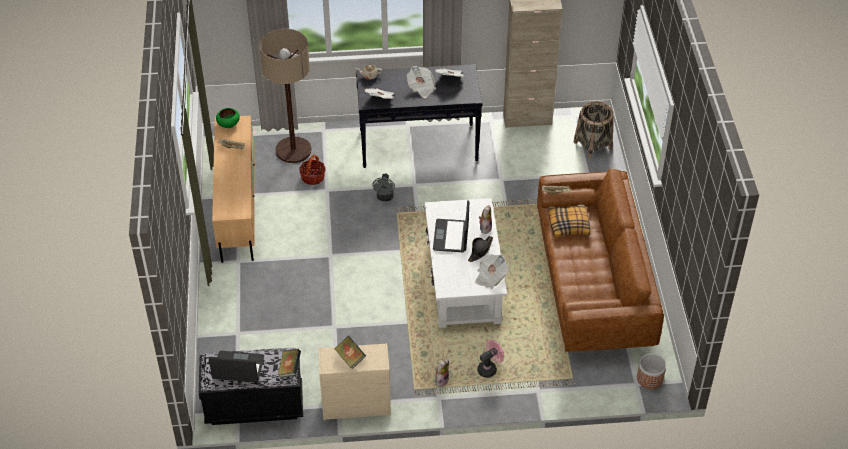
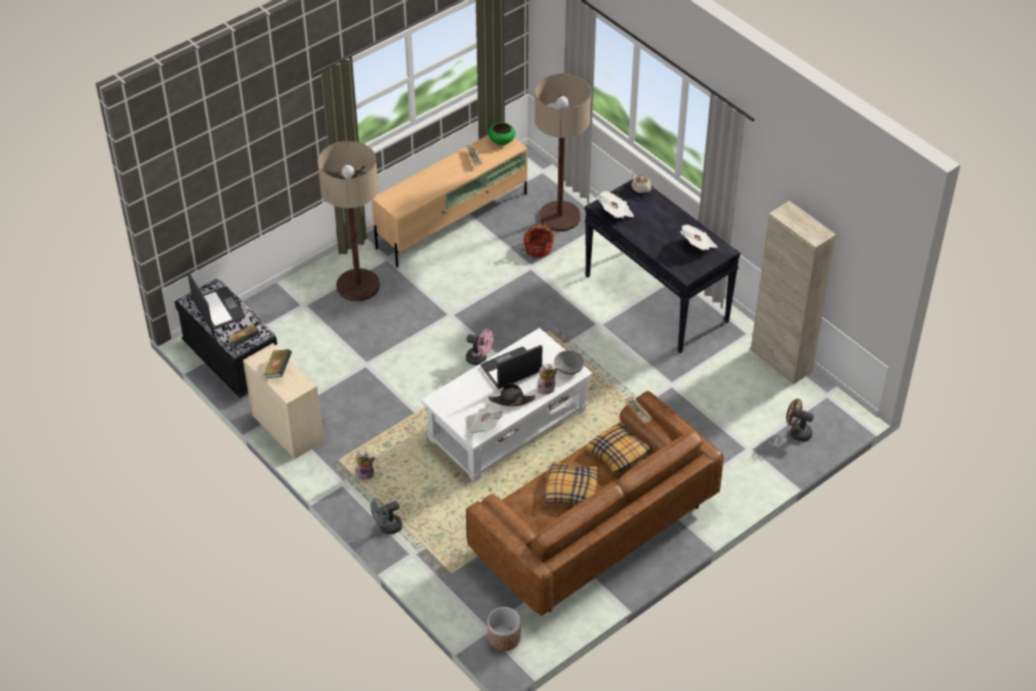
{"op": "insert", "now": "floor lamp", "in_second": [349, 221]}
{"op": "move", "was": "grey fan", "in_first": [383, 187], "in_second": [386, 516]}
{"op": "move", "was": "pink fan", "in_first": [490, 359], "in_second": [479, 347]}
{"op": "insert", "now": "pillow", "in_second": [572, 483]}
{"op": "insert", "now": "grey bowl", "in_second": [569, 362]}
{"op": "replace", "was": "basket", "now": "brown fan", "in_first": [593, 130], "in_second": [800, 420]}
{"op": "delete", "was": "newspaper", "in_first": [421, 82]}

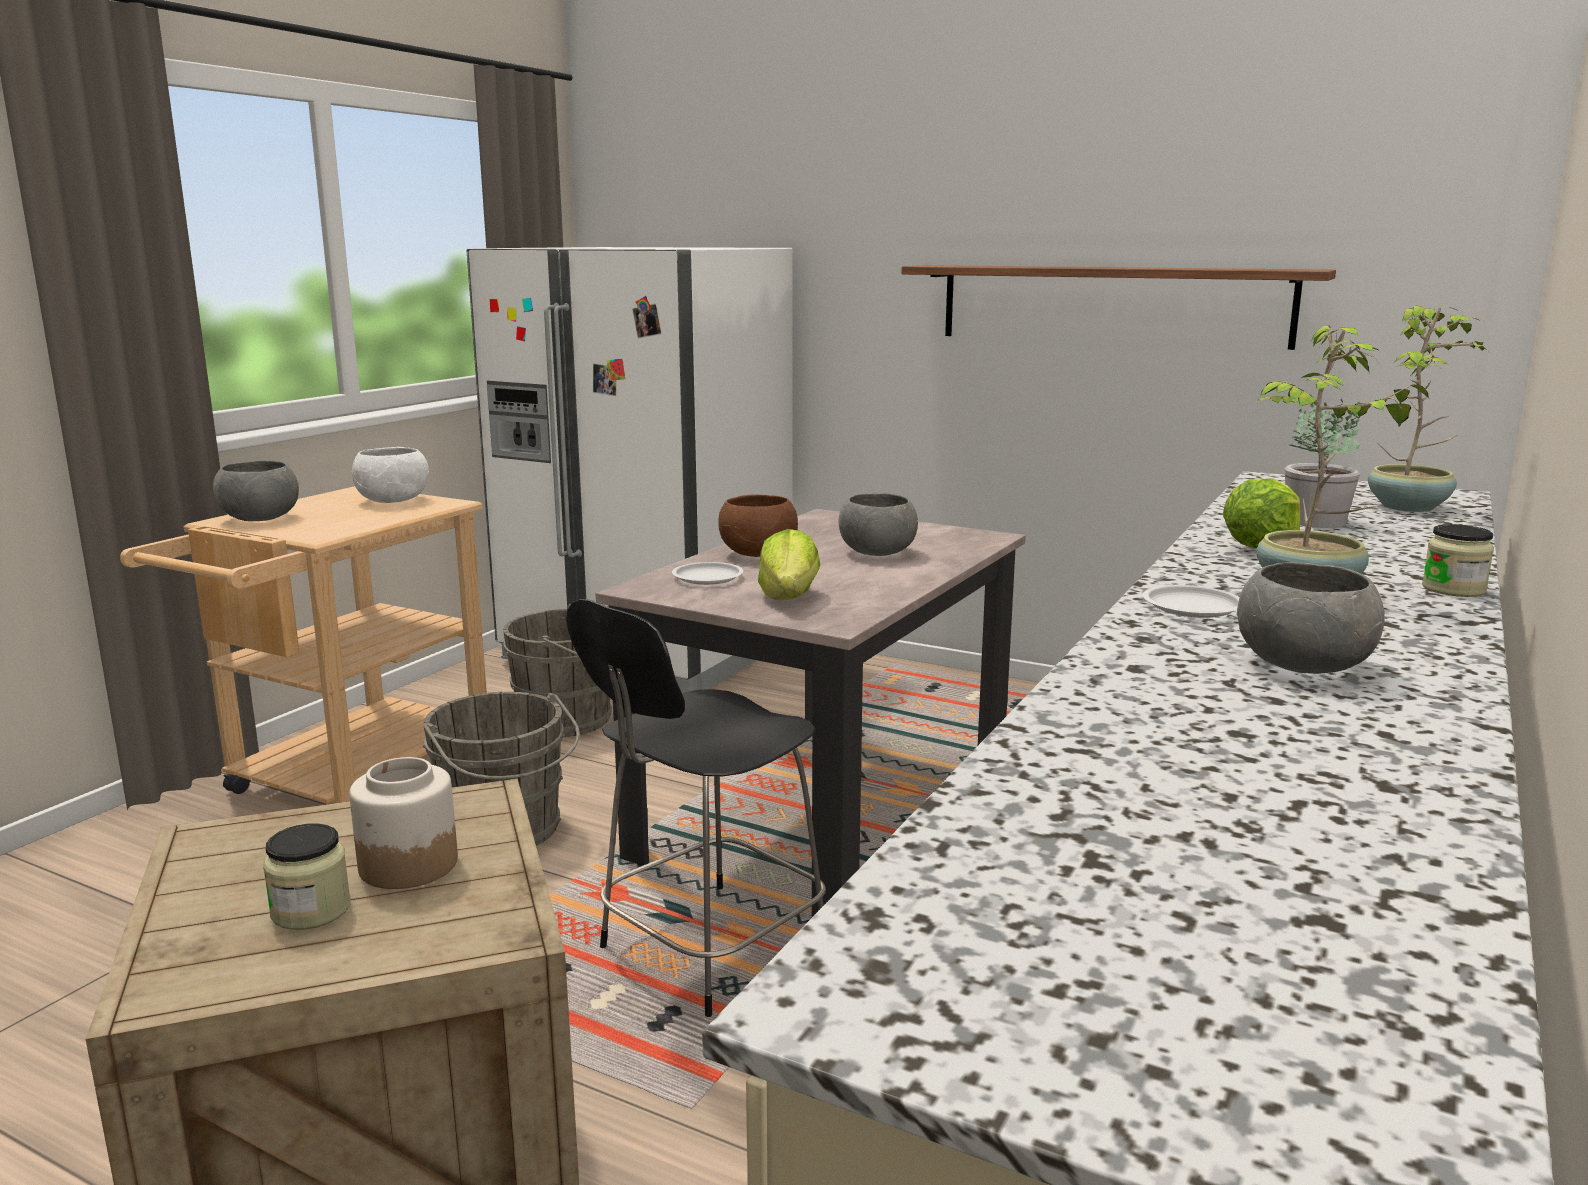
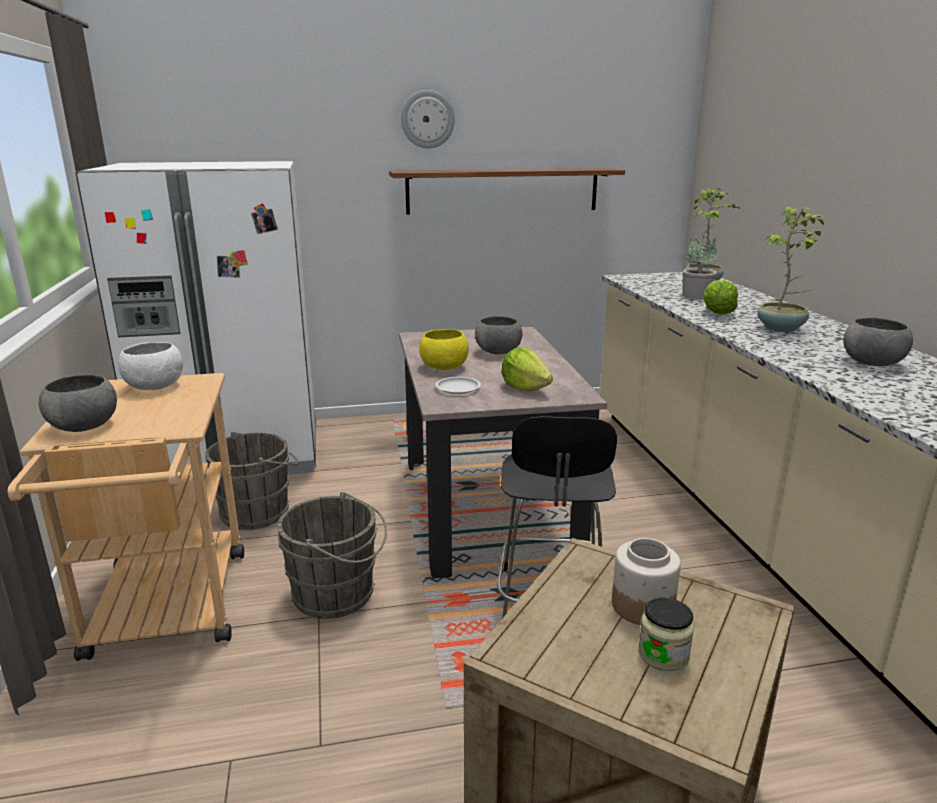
{"op": "insert", "now": "wall clock", "in_second": [428, 119]}
{"op": "recolor", "was": "brown bowl", "now": "yellow bowl", "in_first": [758, 526], "in_second": [444, 349]}
{"op": "delete", "was": "white plate", "in_first": [1191, 601]}
{"op": "delete", "was": "jar", "in_first": [1458, 560]}

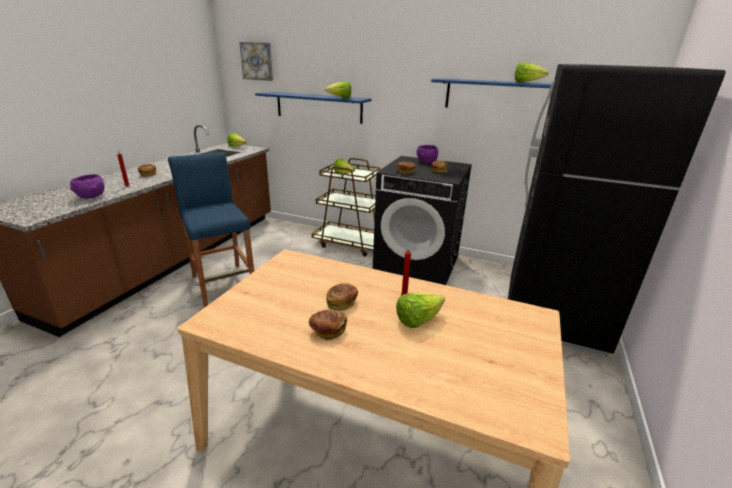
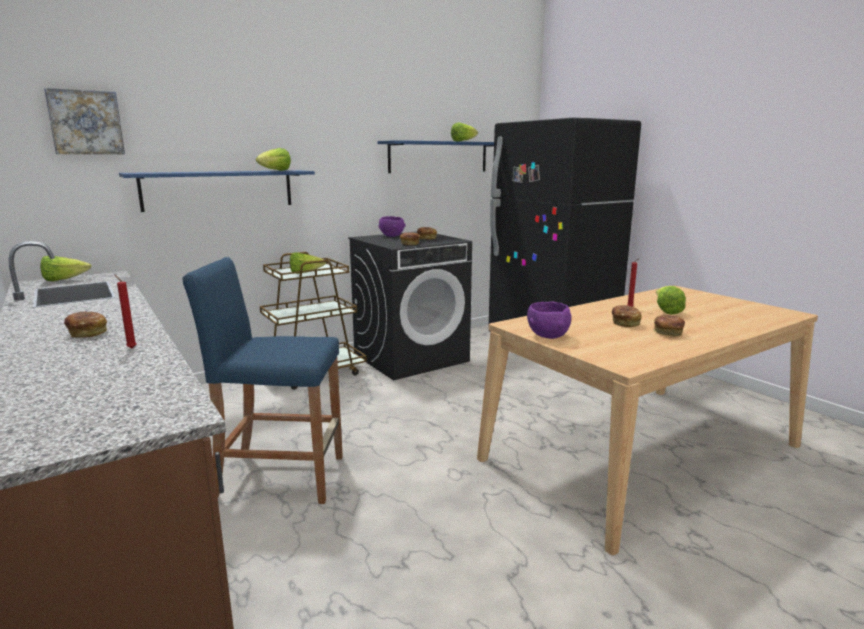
{"op": "move", "was": "purple bowl", "in_first": [87, 186], "in_second": [549, 320]}

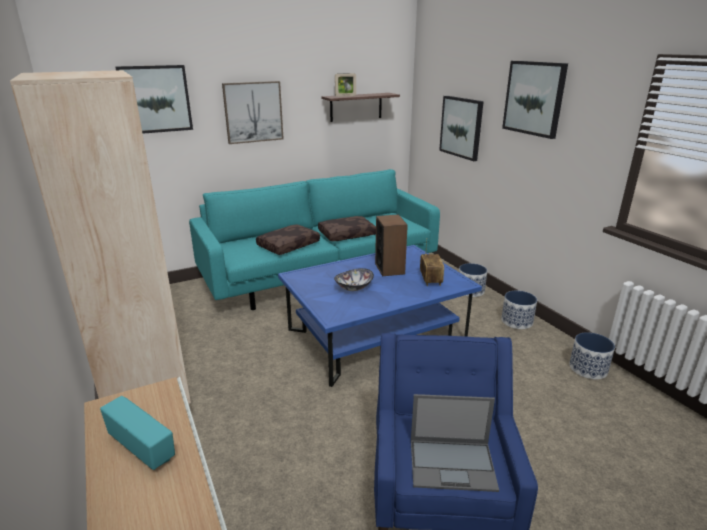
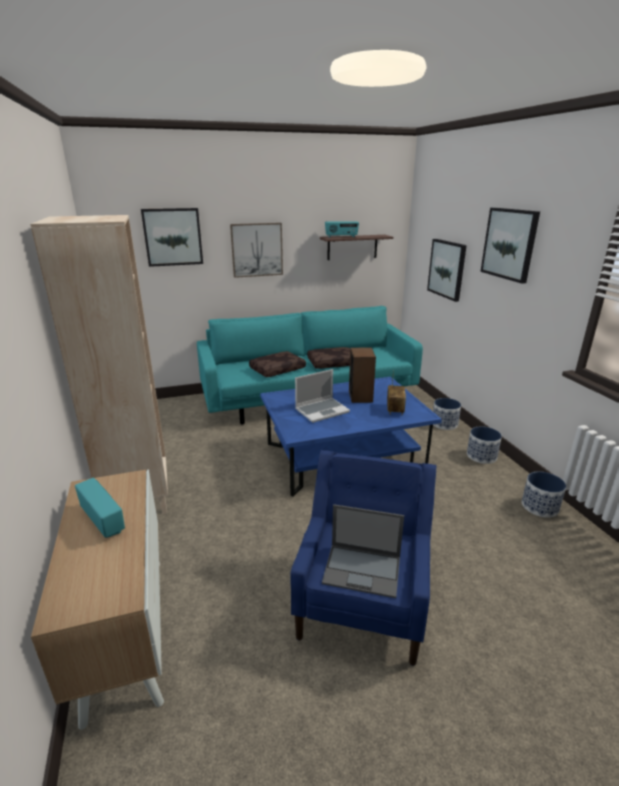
{"op": "replace", "was": "bowl", "now": "laptop", "in_first": [354, 279], "in_second": [322, 396]}
{"op": "replace", "was": "picture frame", "now": "radio", "in_first": [345, 85], "in_second": [342, 229]}

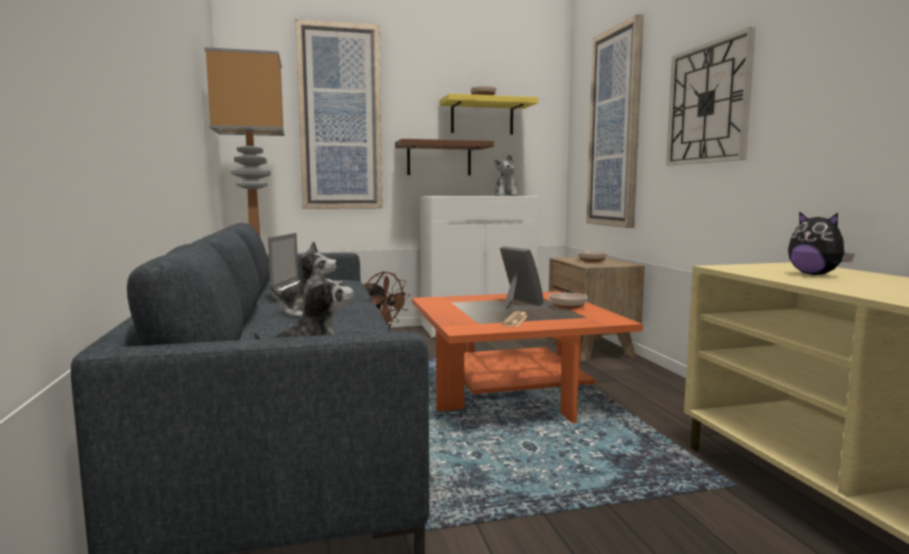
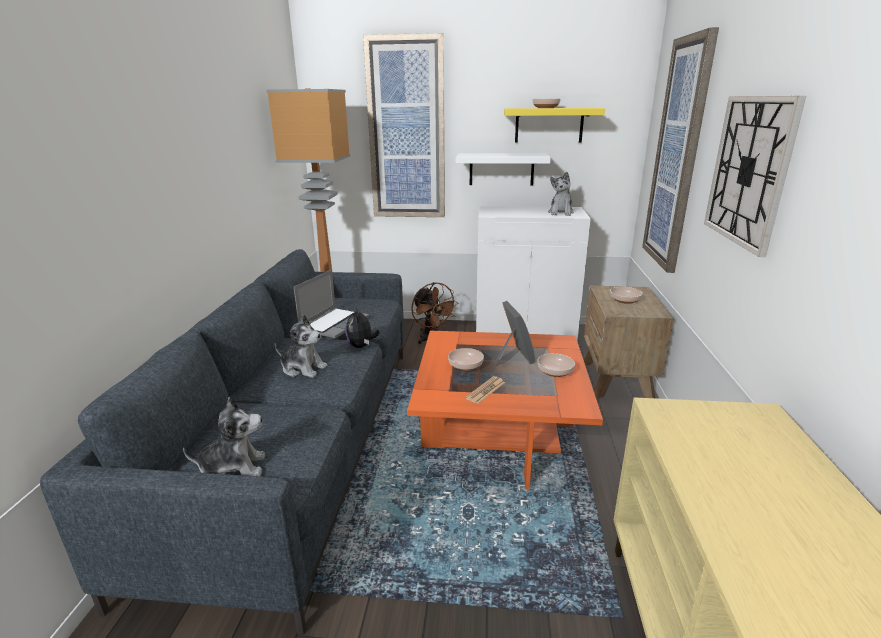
{"op": "move", "was": "plush toy", "in_first": [821, 243], "in_second": [362, 327]}
{"op": "insert", "now": "bowl", "in_second": [466, 359]}
{"op": "recolor", "was": "brown shelf", "now": "white shelf", "in_first": [444, 157], "in_second": [503, 169]}

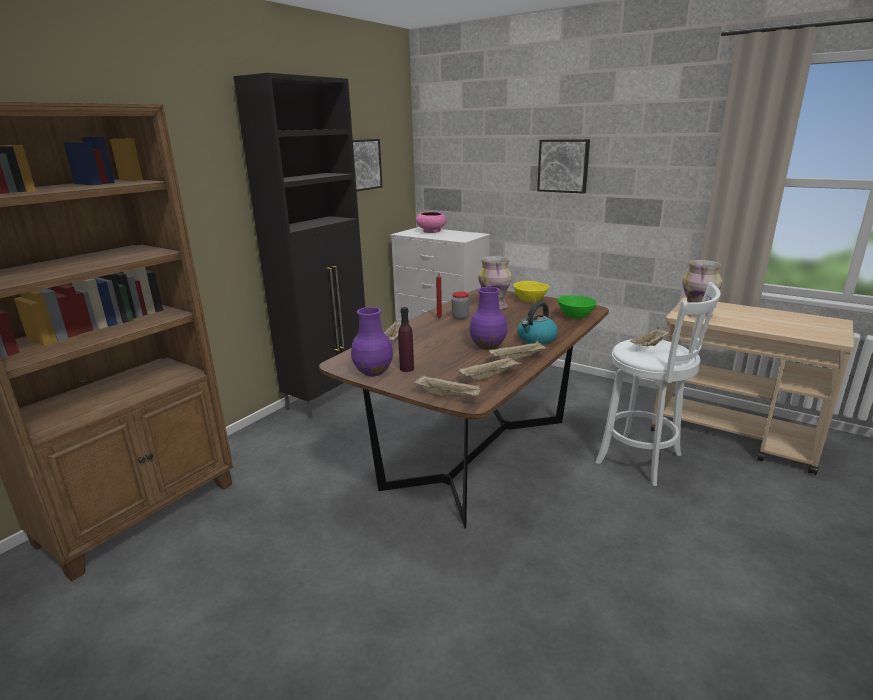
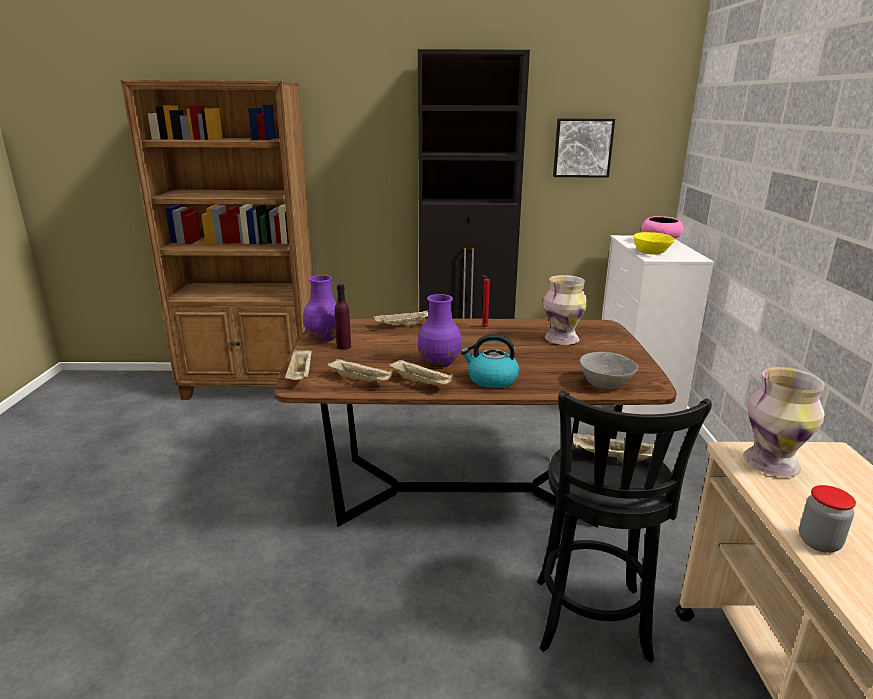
{"op": "recolor", "was": "white stool", "now": "black stool", "in_first": [658, 384], "in_second": [624, 526]}
{"op": "recolor", "was": "green bowl", "now": "grey bowl", "in_first": [577, 307], "in_second": [609, 370]}
{"op": "move", "was": "yellow bowl", "in_first": [531, 291], "in_second": [654, 243]}
{"op": "move", "was": "jar", "in_first": [460, 306], "in_second": [827, 519]}
{"op": "delete", "was": "picture", "in_first": [563, 166]}

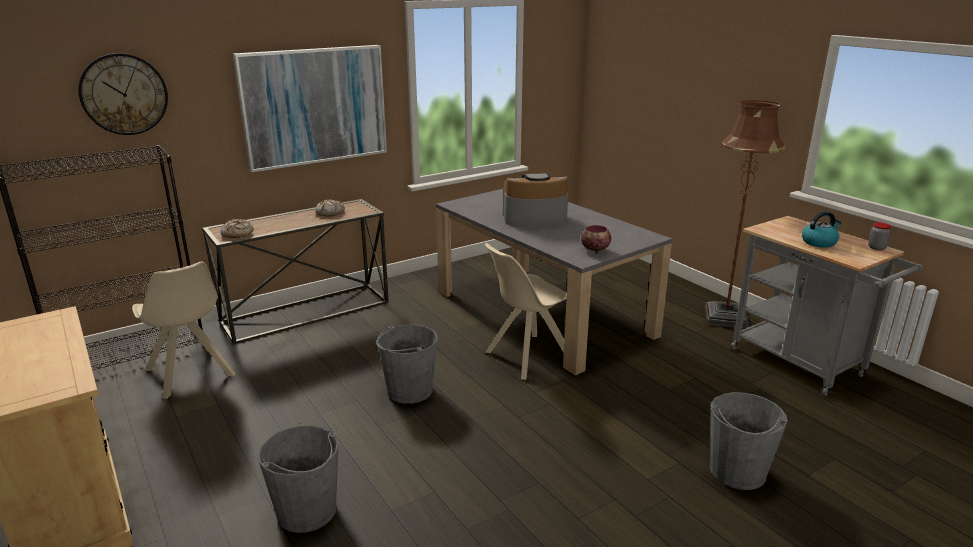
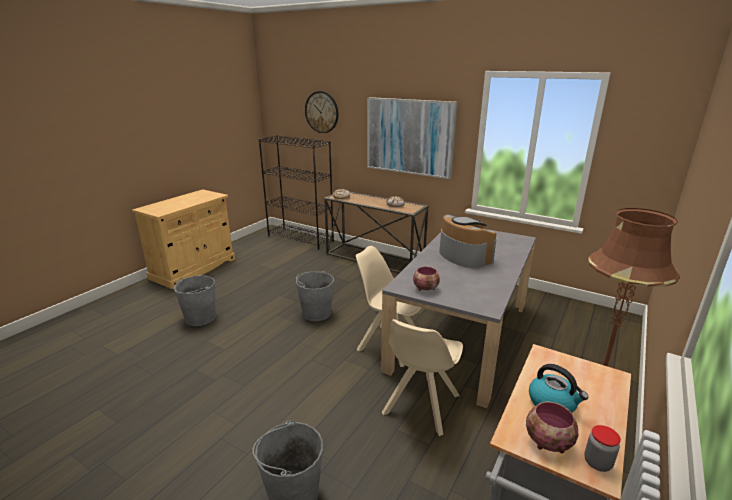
{"op": "move", "was": "beige chair", "in_first": [183, 330], "in_second": [422, 377]}
{"op": "insert", "now": "bowl", "in_second": [552, 427]}

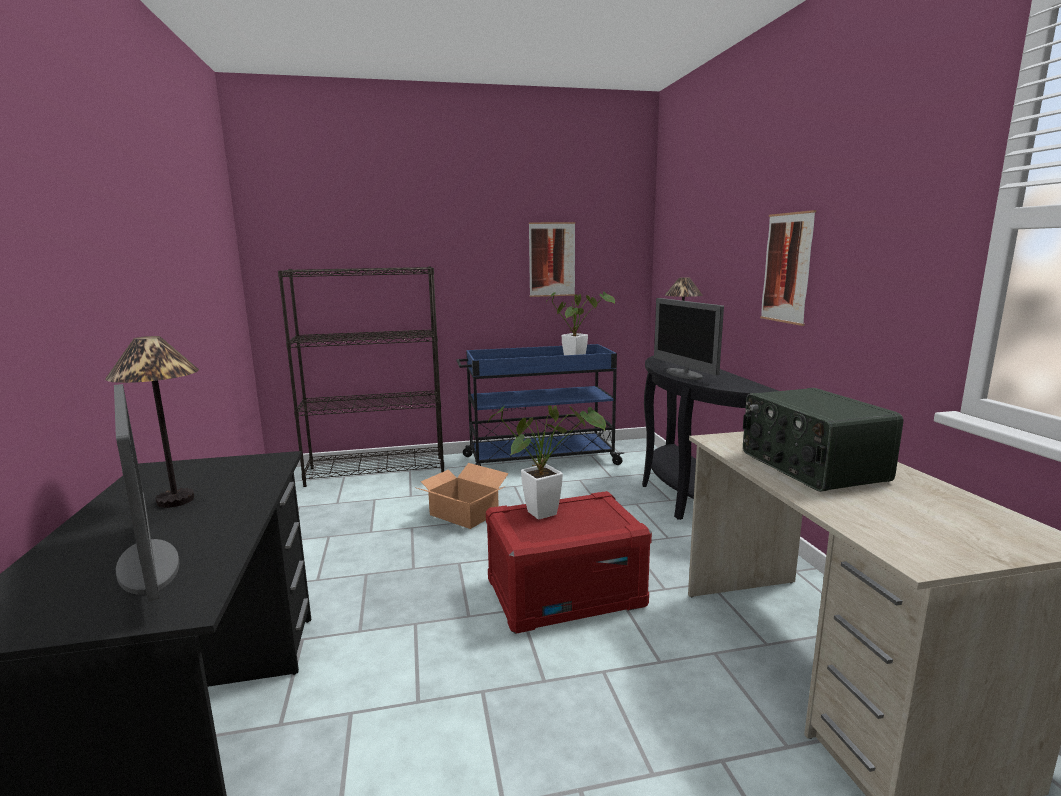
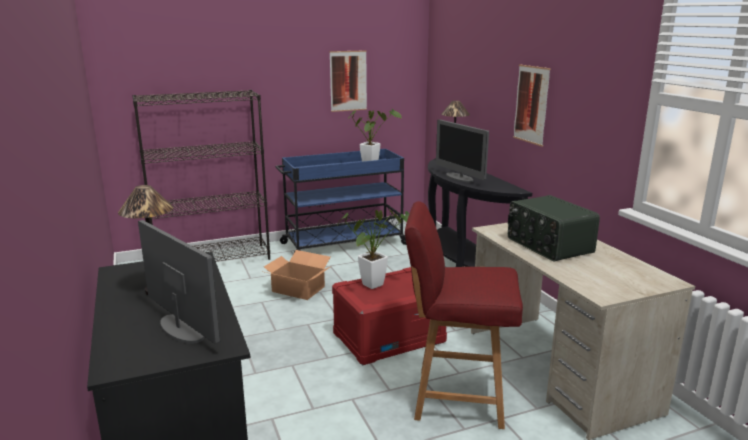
{"op": "insert", "now": "red chair", "in_second": [464, 315]}

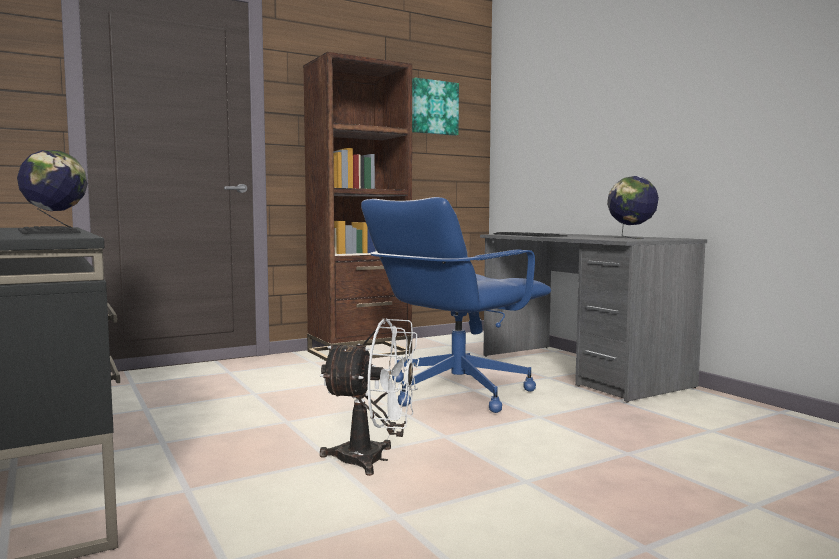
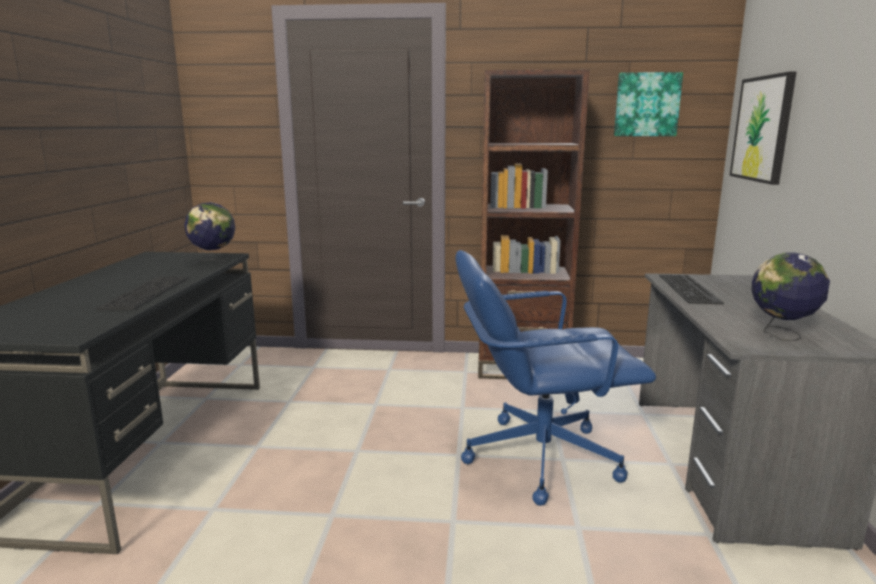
{"op": "insert", "now": "picture", "in_second": [763, 128]}
{"op": "delete", "was": "white fan", "in_first": [369, 397]}

